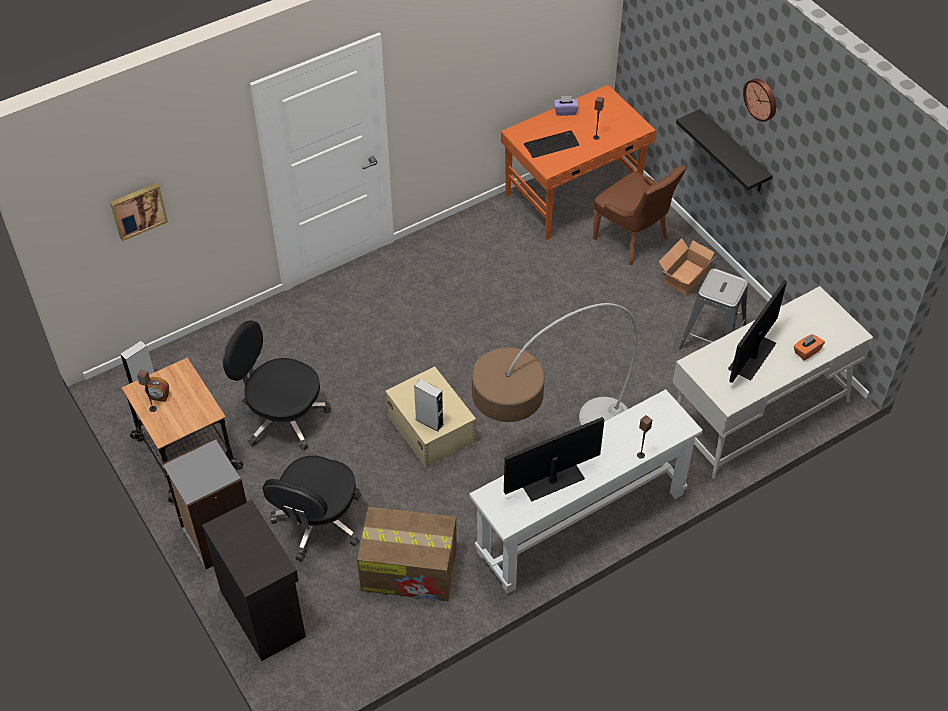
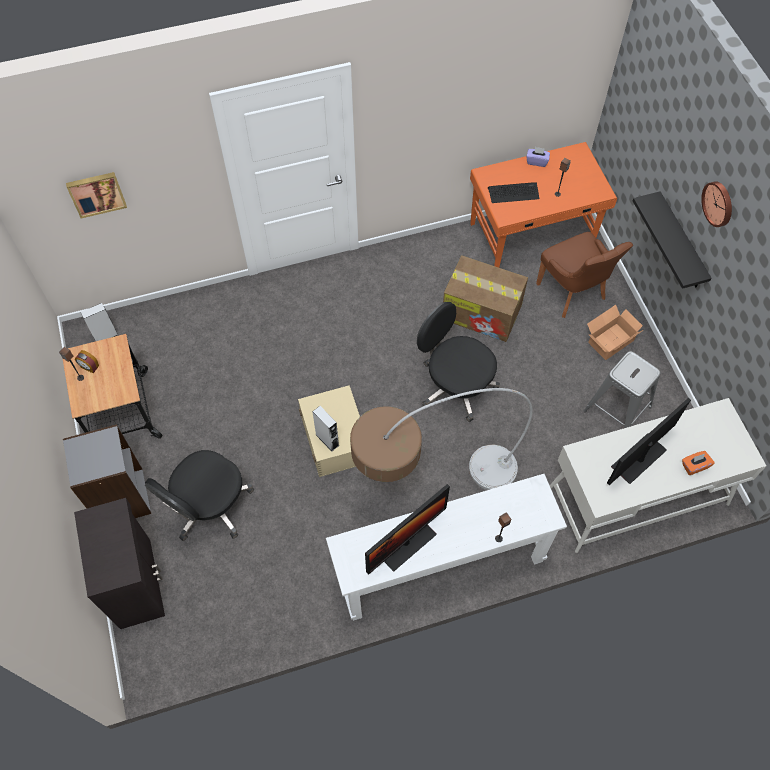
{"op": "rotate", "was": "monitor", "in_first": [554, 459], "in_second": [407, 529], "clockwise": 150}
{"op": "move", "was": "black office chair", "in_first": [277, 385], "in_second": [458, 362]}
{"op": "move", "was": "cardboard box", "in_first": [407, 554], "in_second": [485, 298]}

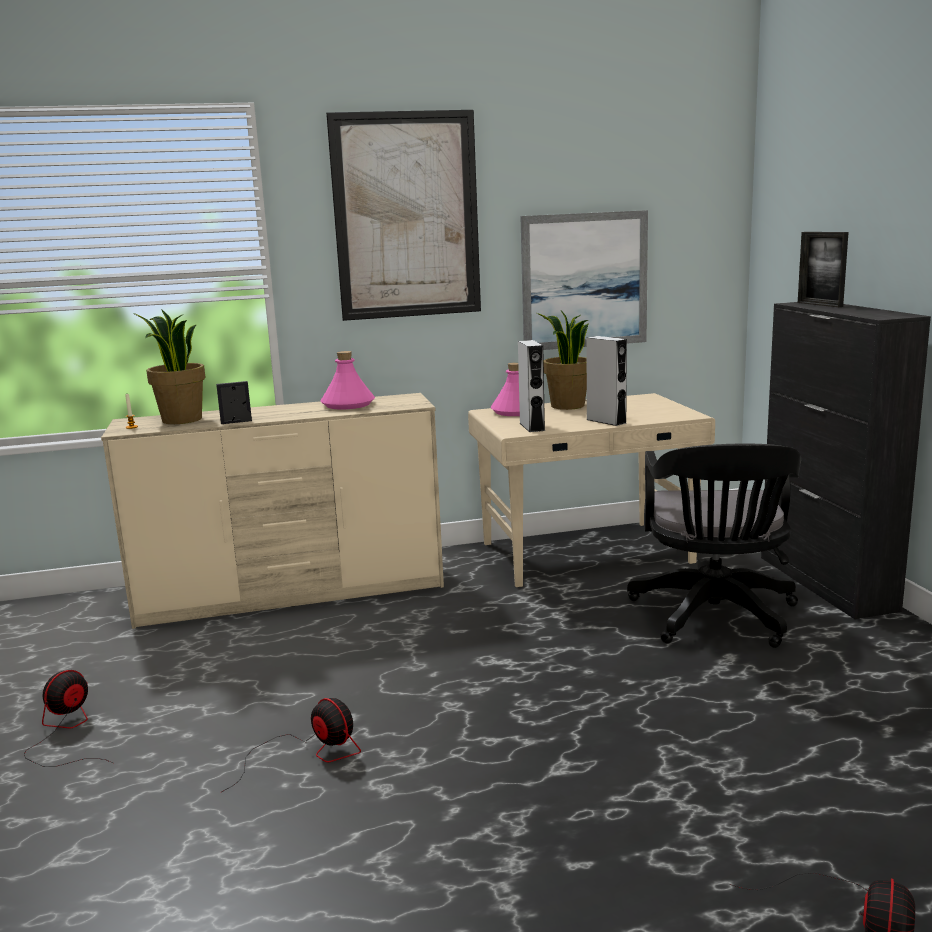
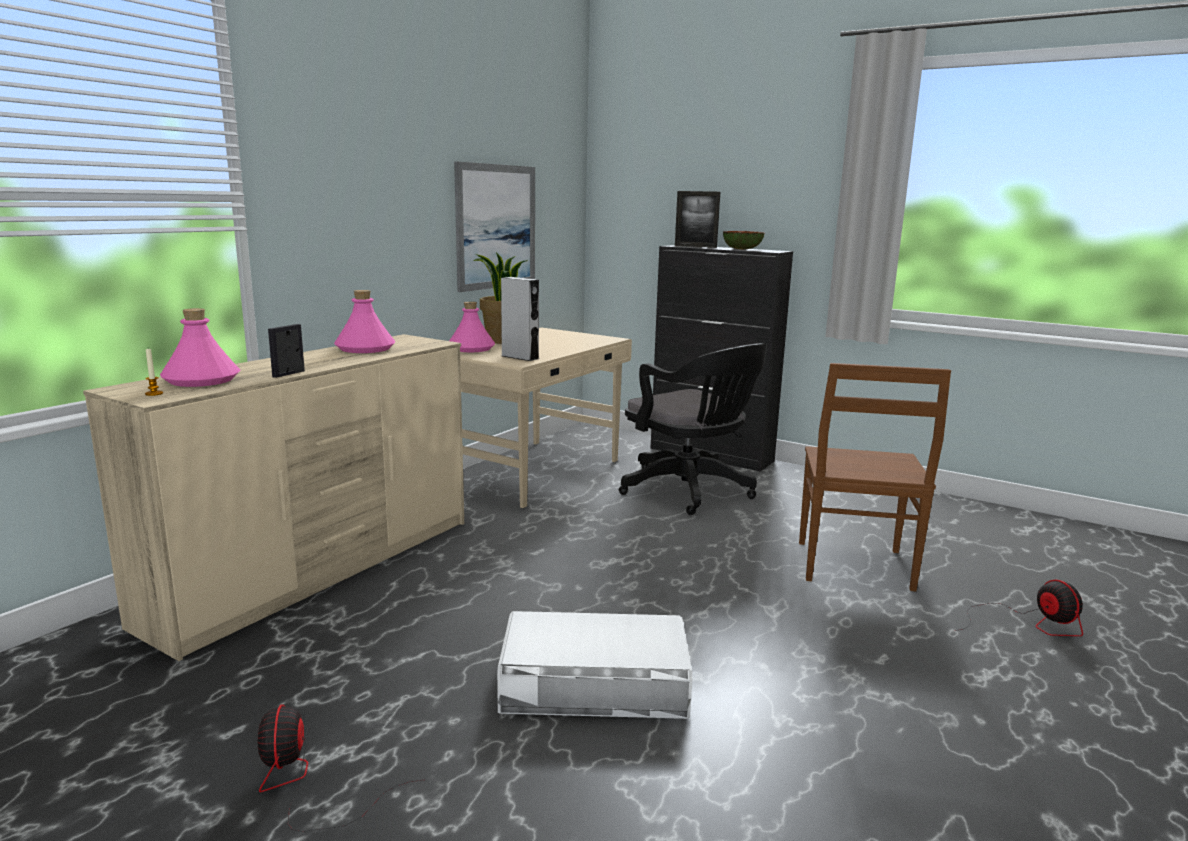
{"op": "replace", "was": "potted plant", "now": "pink bottle", "in_first": [169, 366], "in_second": [200, 347]}
{"op": "replace", "was": "fan", "now": "white storage box", "in_first": [291, 745], "in_second": [594, 665]}
{"op": "insert", "now": "bowl", "in_second": [743, 240]}
{"op": "insert", "now": "brown chair", "in_second": [875, 477]}
{"op": "delete", "was": "picture", "in_first": [403, 215]}
{"op": "delete", "was": "grey speaker", "in_first": [606, 381]}

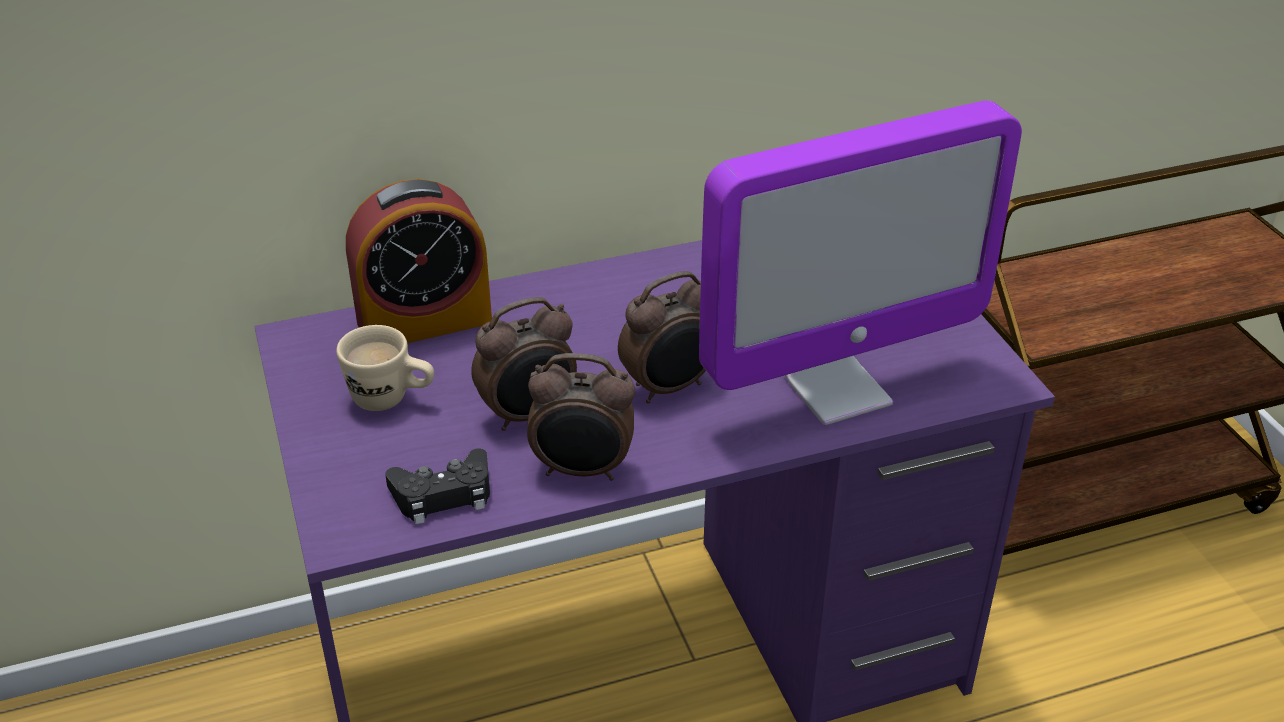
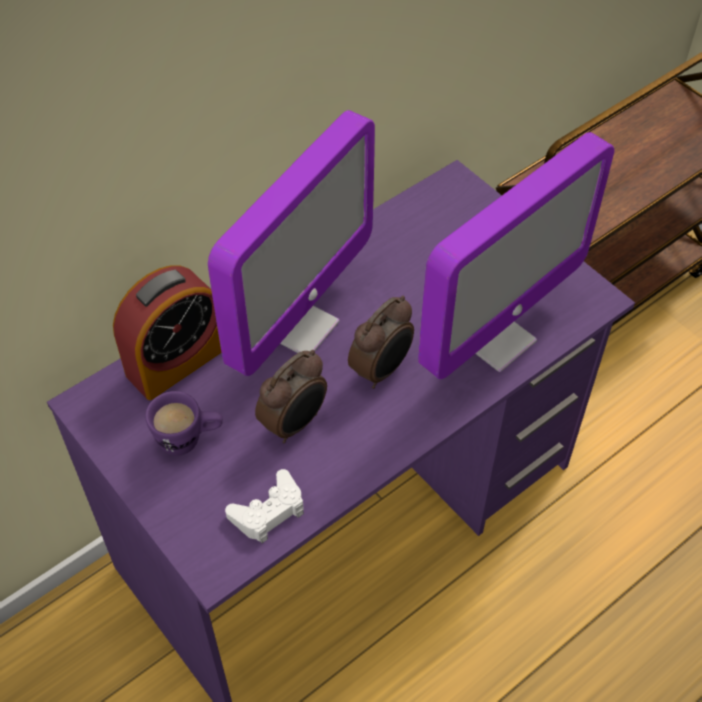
{"op": "recolor", "was": "beige mug", "now": "purple mug", "in_first": [385, 368], "in_second": [184, 423]}
{"op": "insert", "now": "monitor", "in_second": [291, 243]}
{"op": "recolor", "was": "black game controller", "now": "white game controller", "in_first": [437, 487], "in_second": [264, 506]}
{"op": "delete", "was": "alarm clock", "in_first": [581, 417]}

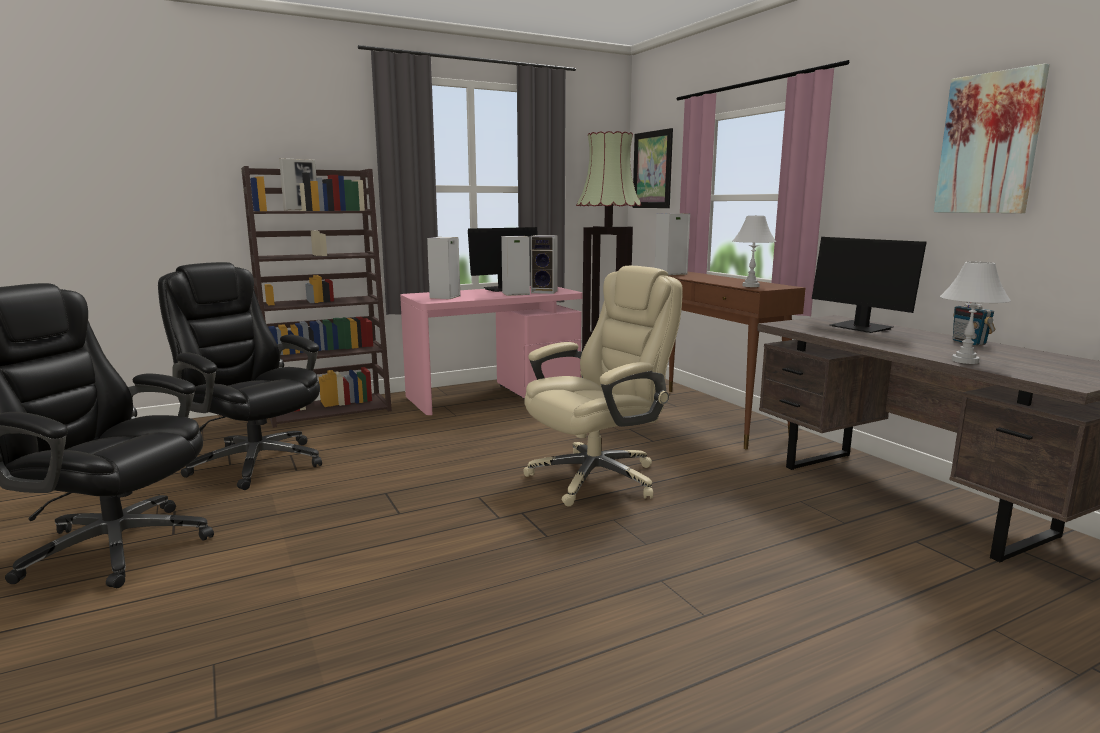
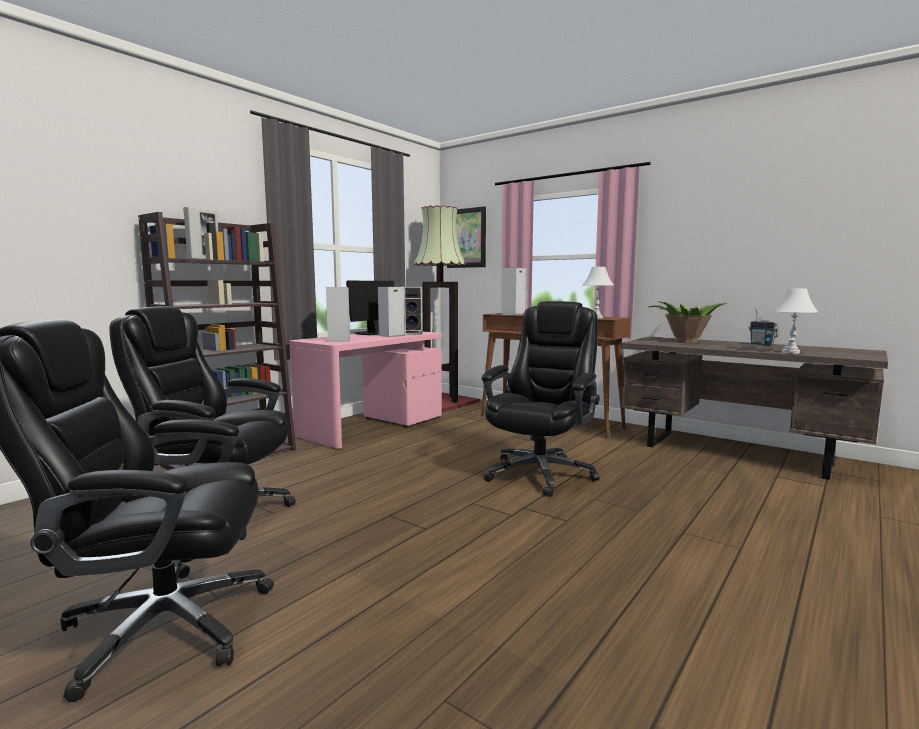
{"op": "recolor", "was": "beige office chair", "now": "black office chair", "in_first": [603, 386], "in_second": [541, 399]}
{"op": "replace", "was": "monitor", "now": "potted plant", "in_first": [869, 285], "in_second": [688, 322]}
{"op": "delete", "was": "picture", "in_first": [992, 138]}

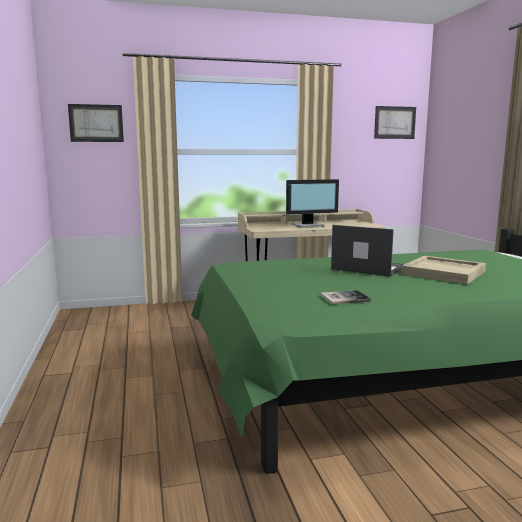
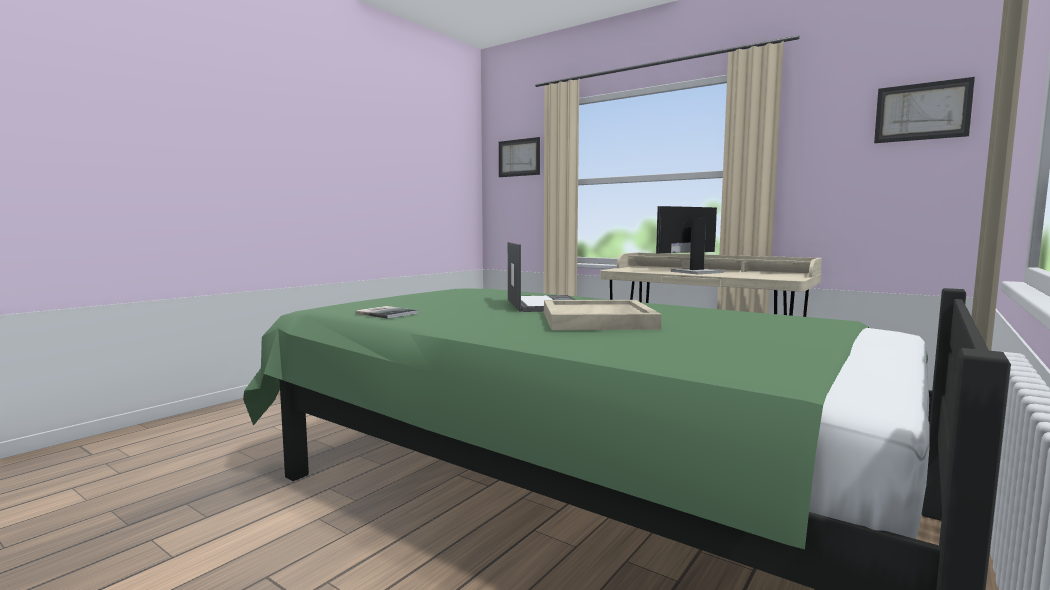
{"op": "rotate", "was": "monitor", "in_first": [312, 203], "in_second": [690, 240], "clockwise": 120}

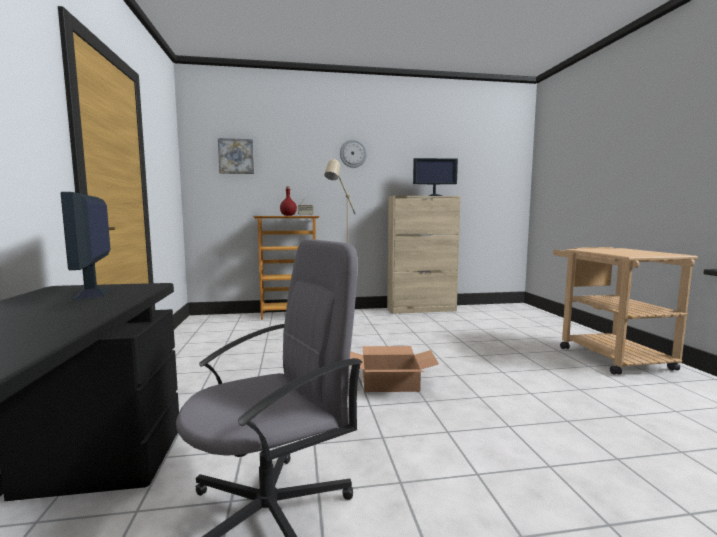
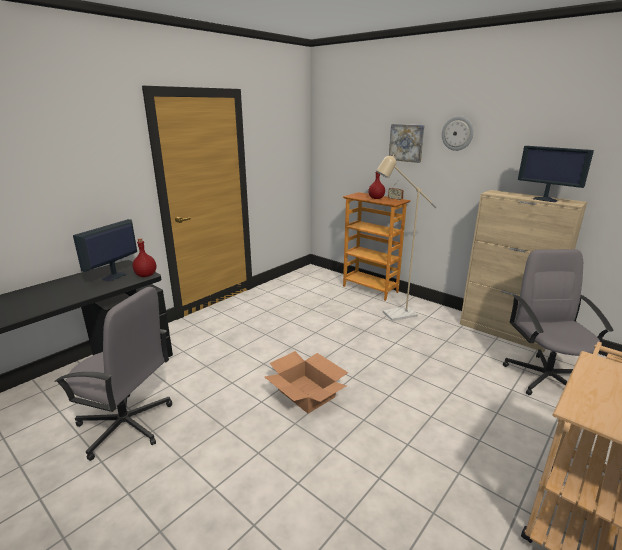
{"op": "insert", "now": "red bottle", "in_second": [144, 257]}
{"op": "move", "was": "picture", "in_first": [236, 156], "in_second": [407, 143]}
{"op": "insert", "now": "grey office chair", "in_second": [558, 322]}

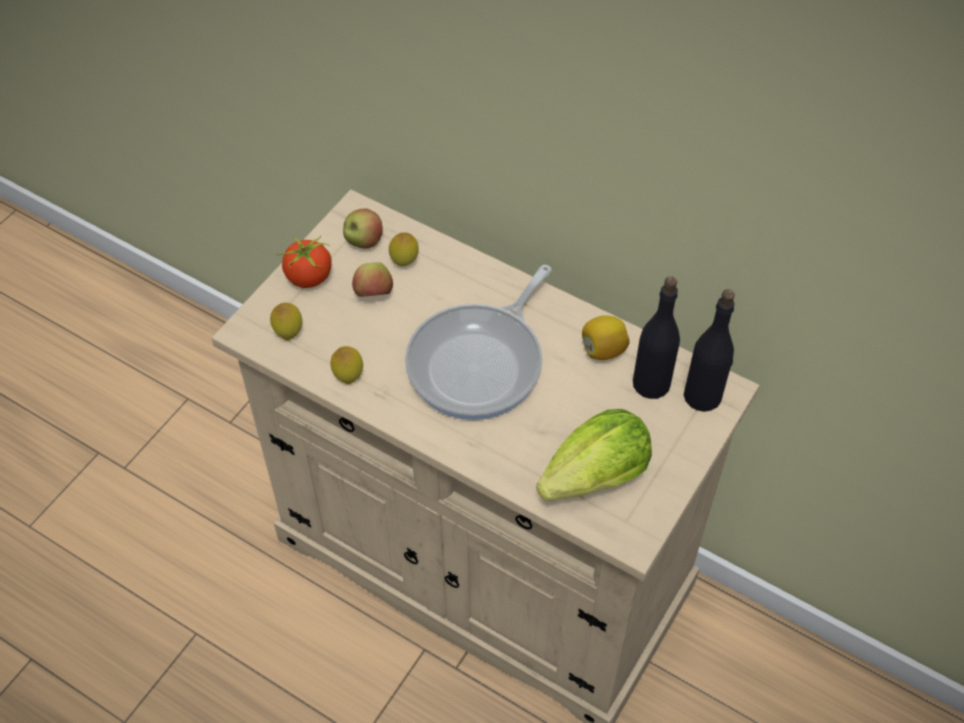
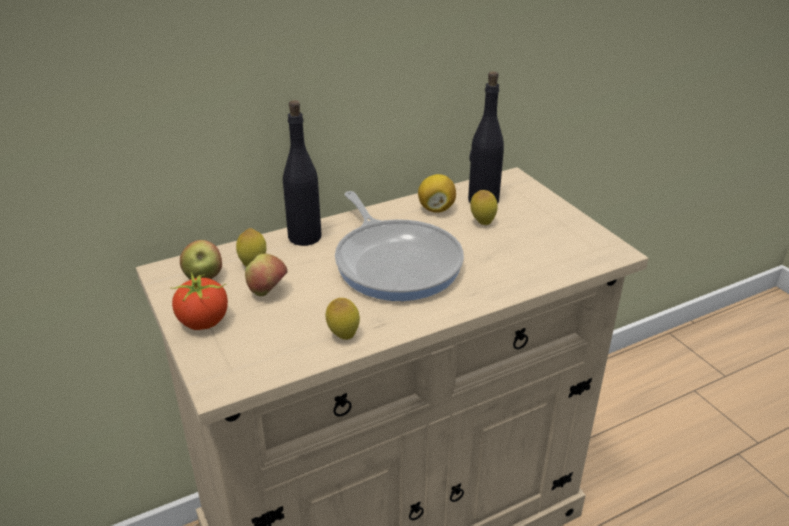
{"op": "move", "was": "black bottle", "in_first": [709, 350], "in_second": [302, 173]}
{"op": "move", "was": "lemon", "in_first": [286, 321], "in_second": [484, 207]}
{"op": "delete", "was": "lettuce", "in_first": [594, 455]}

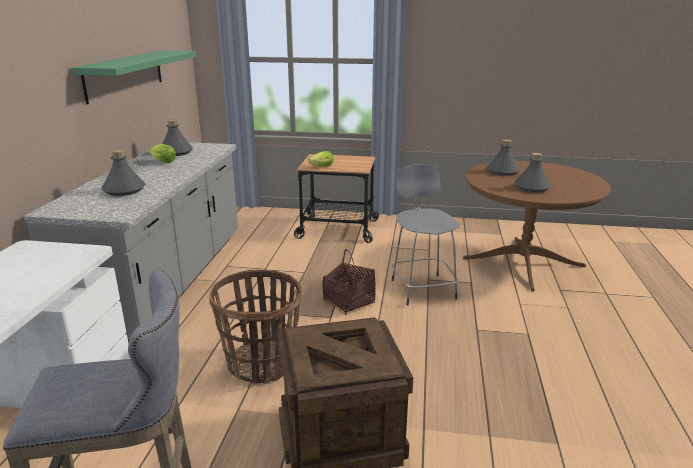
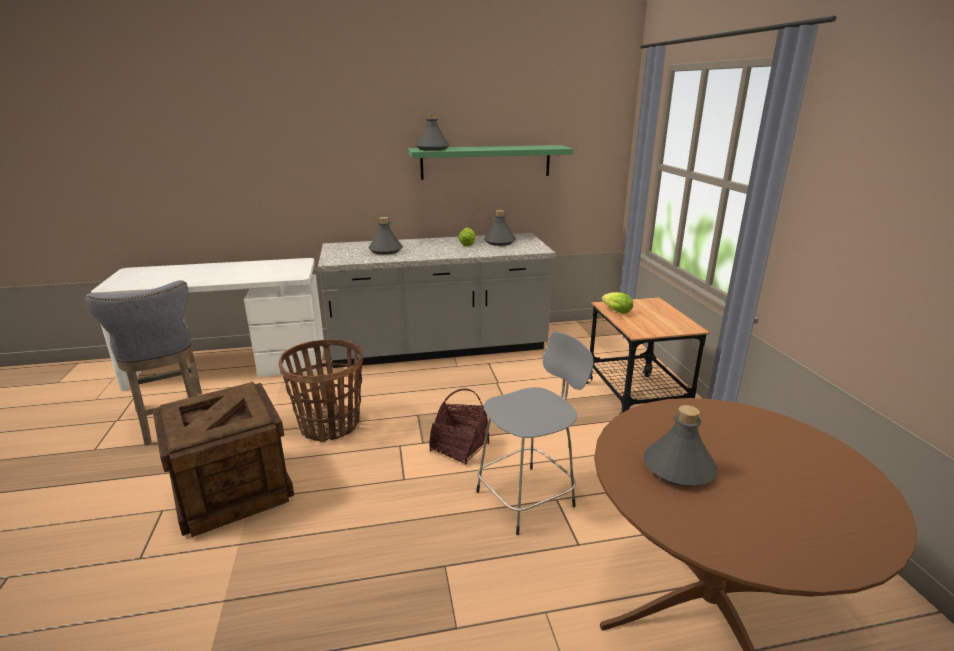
{"op": "move", "was": "grey bottle", "in_first": [504, 157], "in_second": [433, 132]}

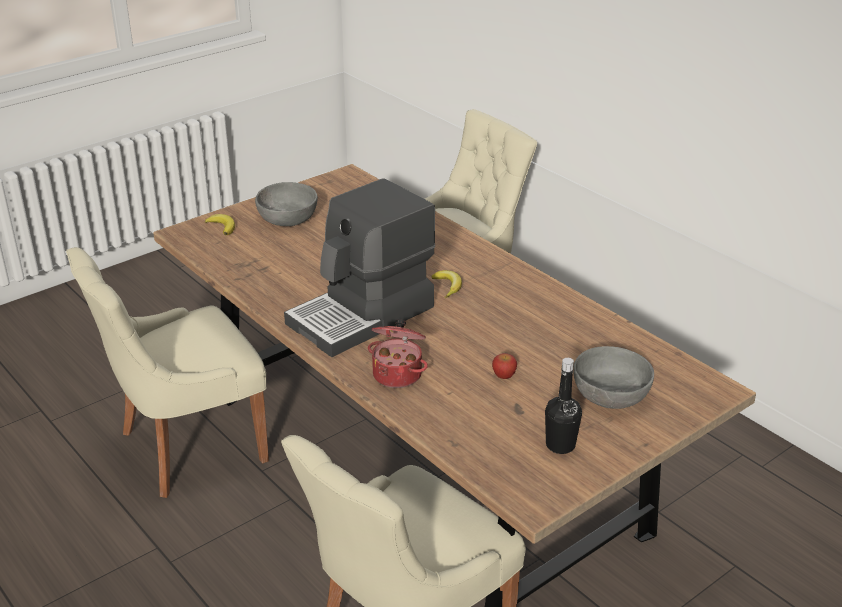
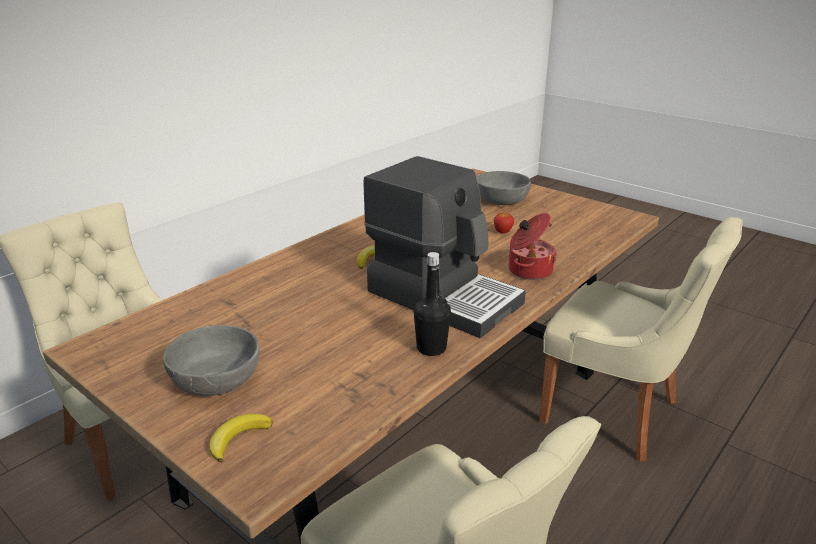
{"op": "move", "was": "black bottle", "in_first": [563, 406], "in_second": [432, 304]}

